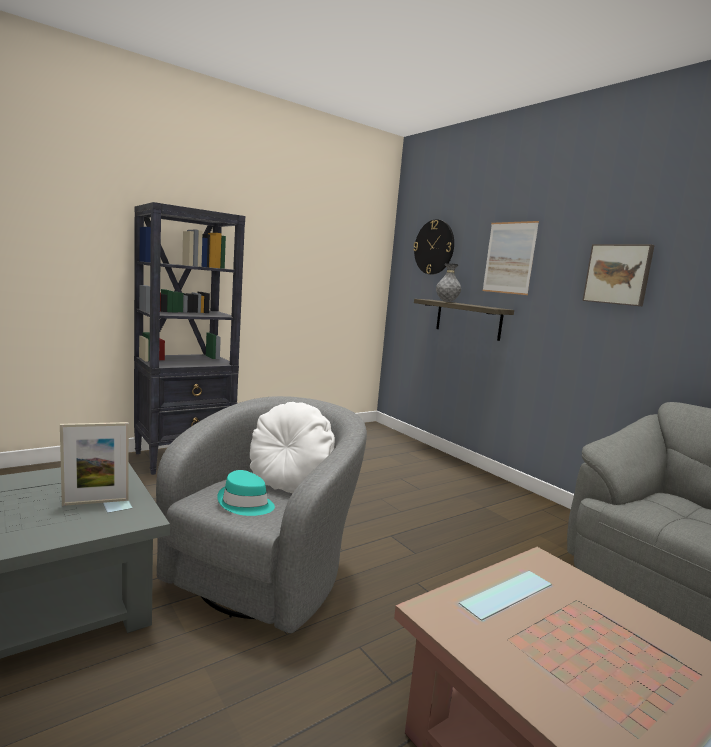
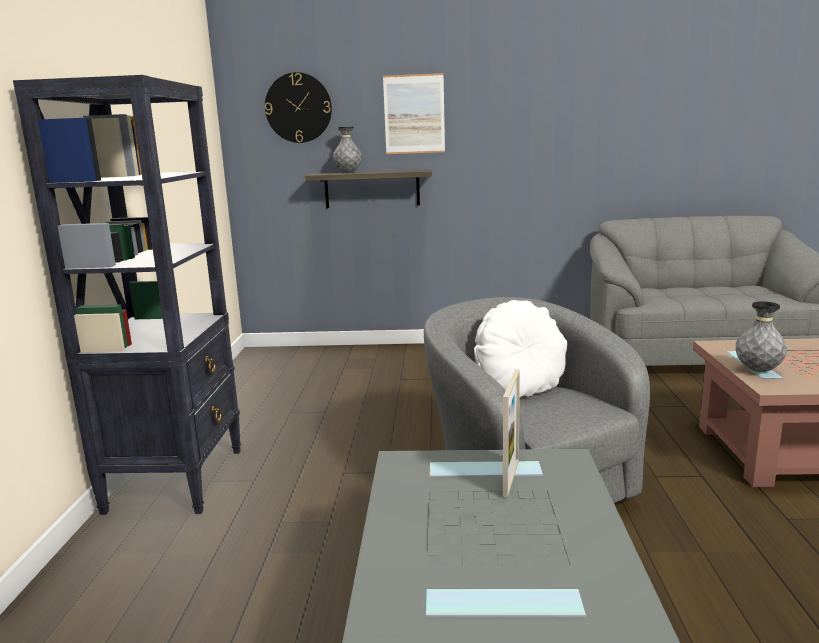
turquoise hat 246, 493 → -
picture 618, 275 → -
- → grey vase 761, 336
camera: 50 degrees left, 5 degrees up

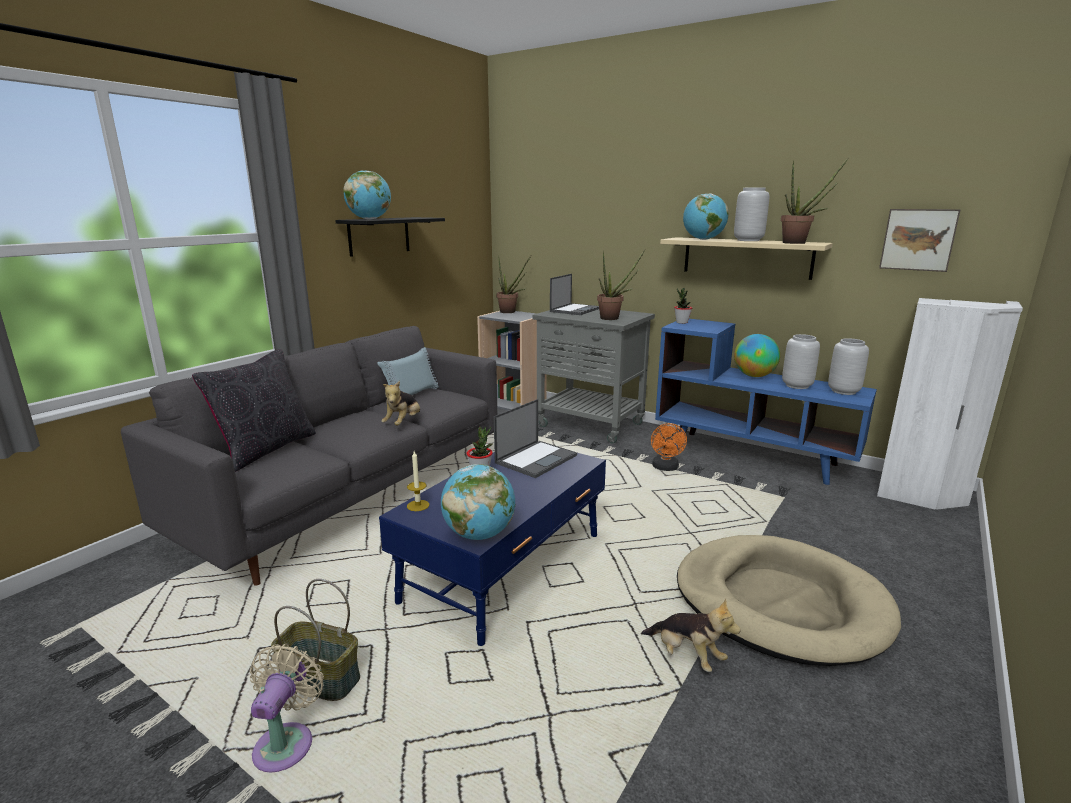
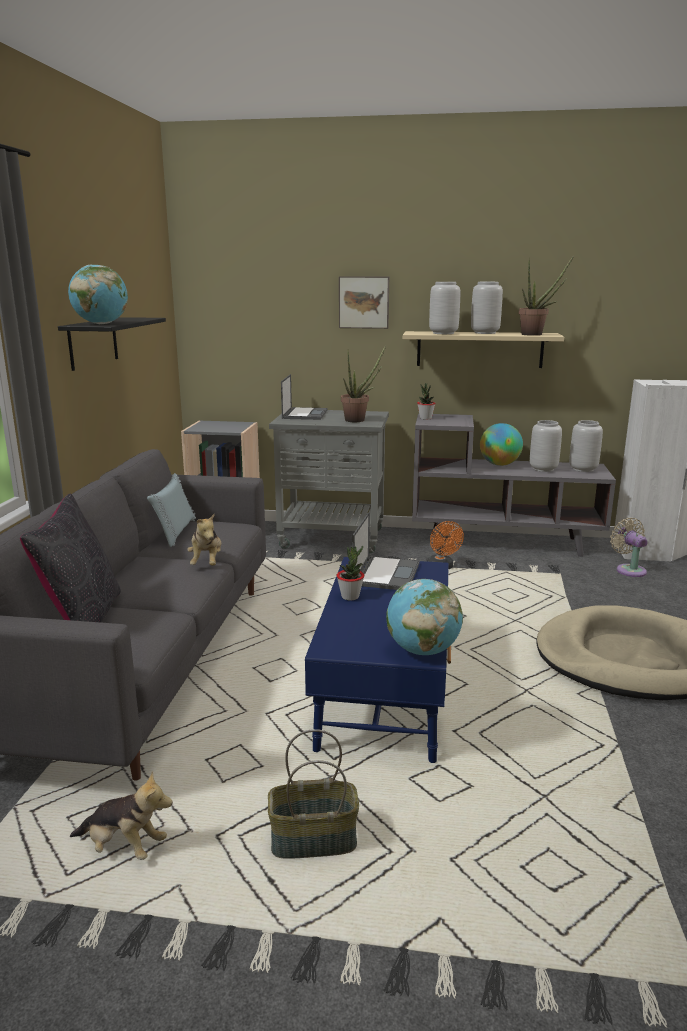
candle 418, 481 → -
potted plant 514, 284 → -
beige fan 287, 708 → beige fan 629, 547, move
plush toy 691, 635 → plush toy 121, 815, move
picture 919, 240 → picture 364, 302, move
globe 706, 216 → grey vase 444, 308
blue tv stand 766, 402 → grey tv stand 514, 485
camera: 25 degrees left, 0 degrees up

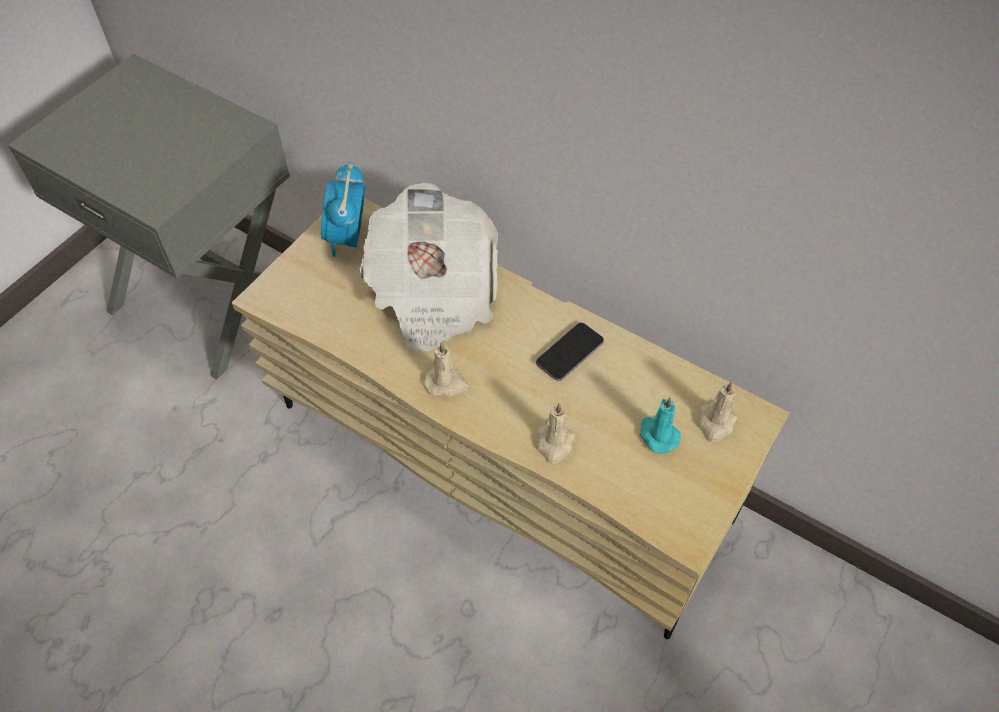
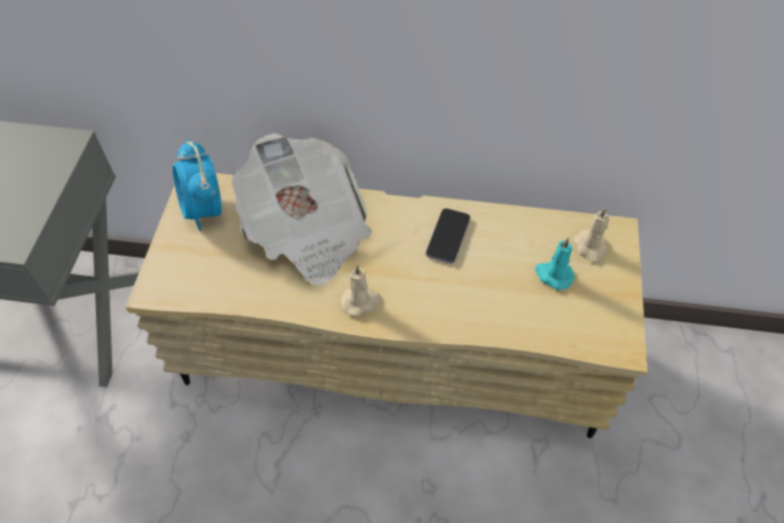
beige candle 556, 433 → -
camera: 25 degrees left, 0 degrees up

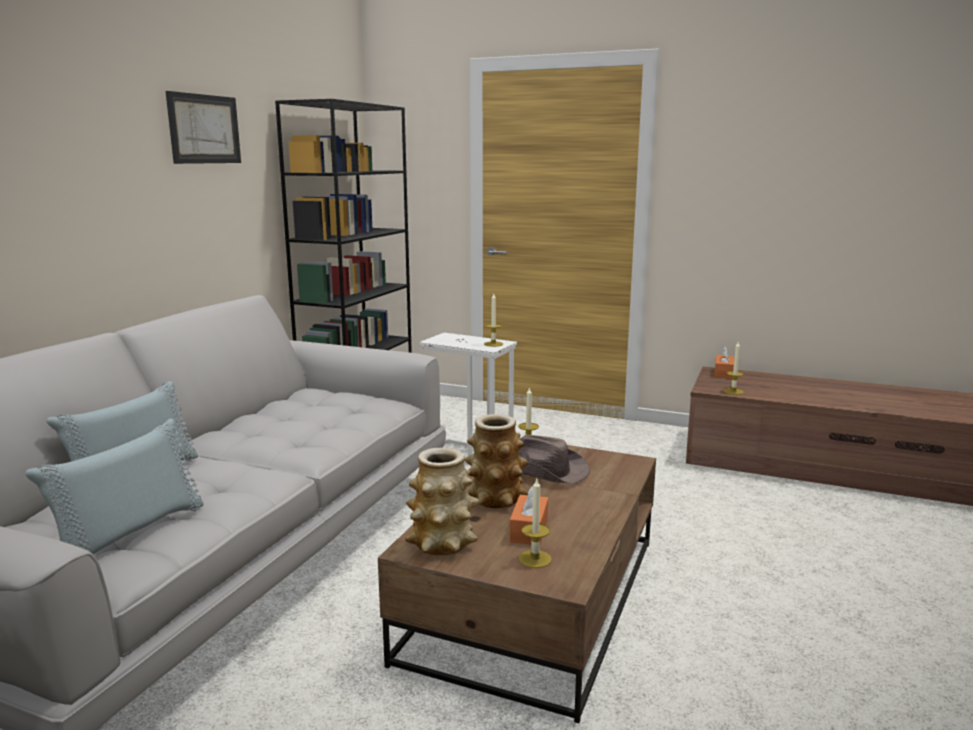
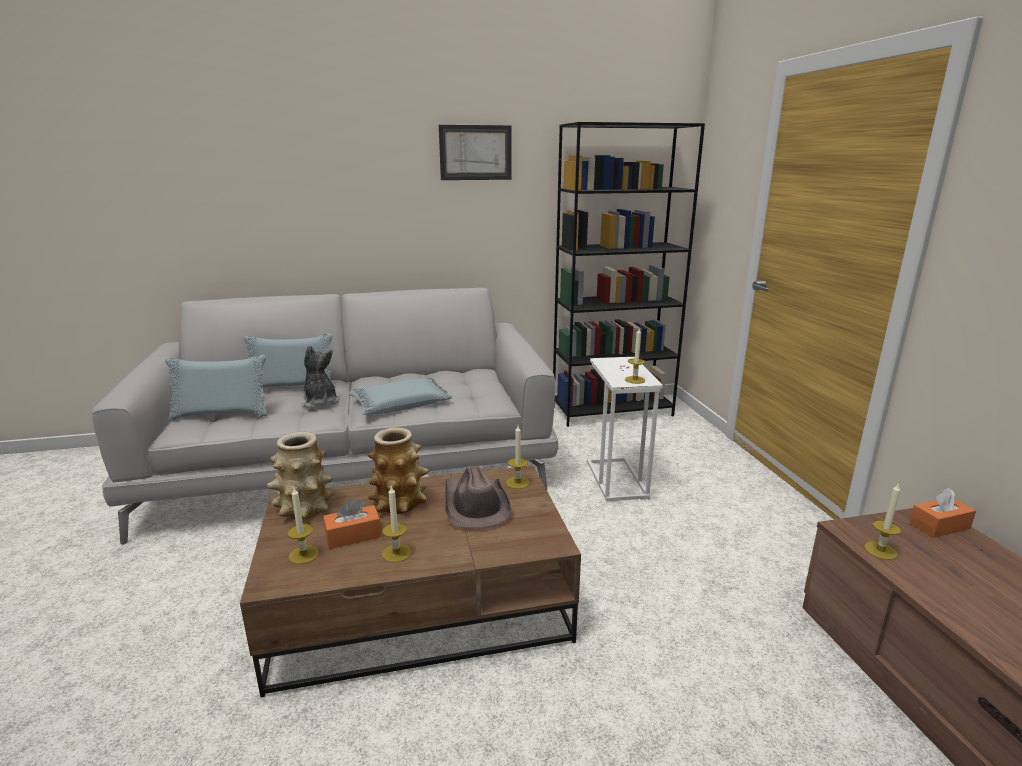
- → plush toy 320, 376
- → blue pillow 400, 396
- → candle 396, 524
camera: 55 degrees right, 5 degrees up

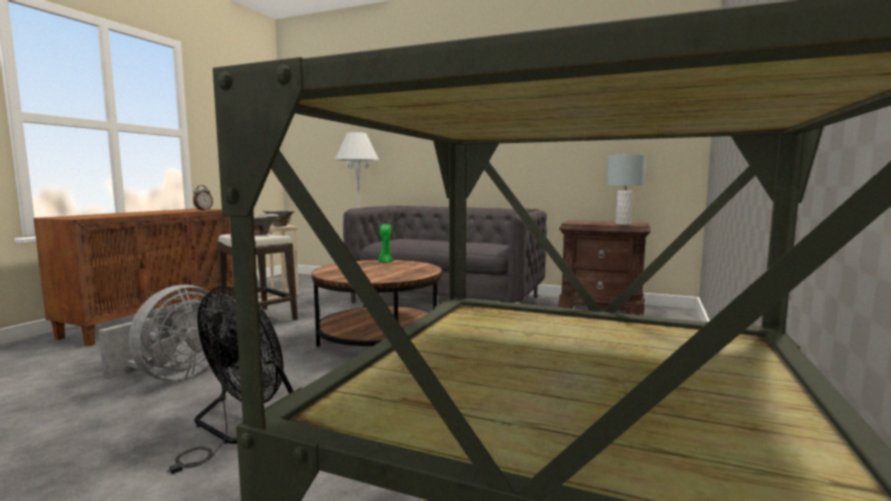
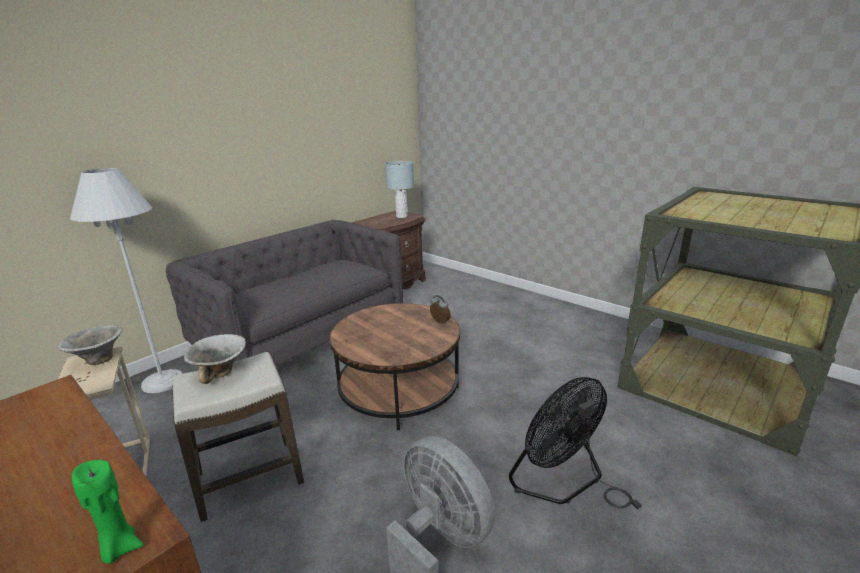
alarm clock 203, 198 → alarm clock 440, 309, move
green candle 385, 243 → green candle 107, 512, move
camera: 70 degrees left, 15 degrees up

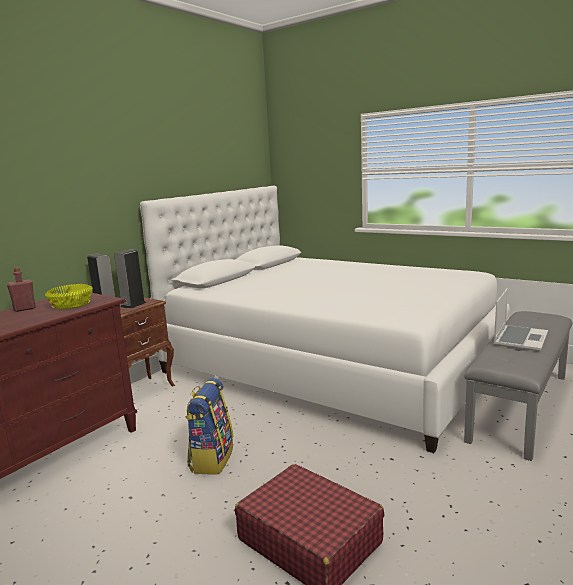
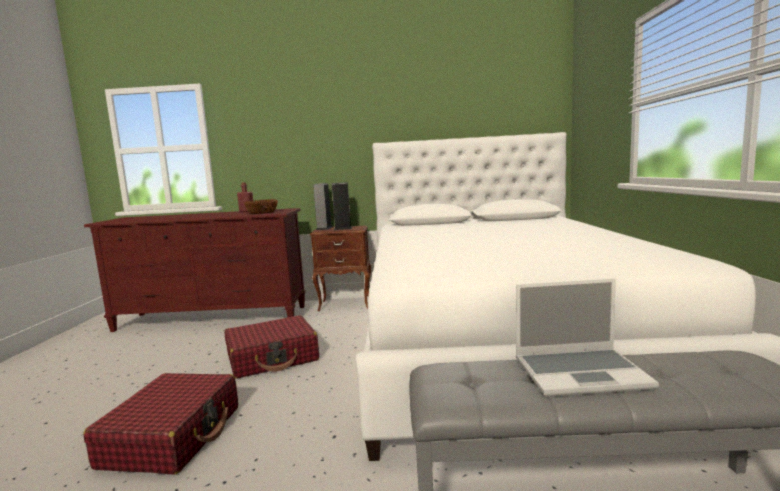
backpack 209, 426 → red suitcase 271, 347
yellow bowl 69, 296 → brown bowl 261, 206
camera: 55 degrees right, 5 degrees down

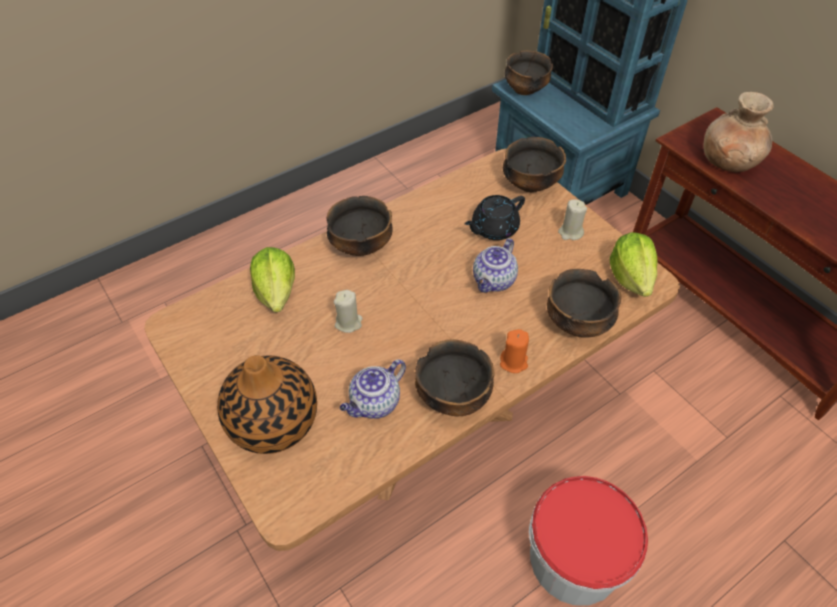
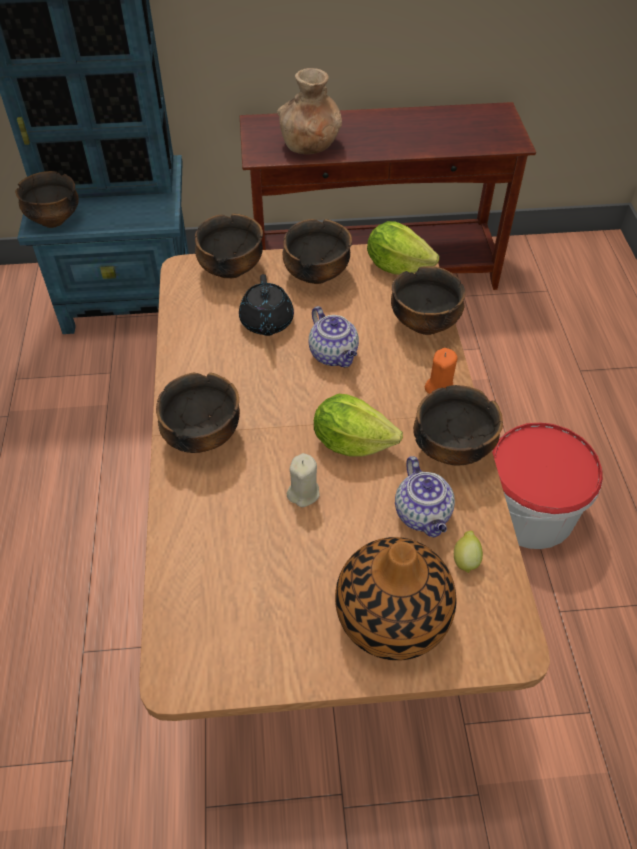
- → lemon 468, 551
lettuce 272, 280 → lettuce 358, 425, move
beige candle 572, 219 → bowl 317, 251
camera: 60 degrees left, 0 degrees up

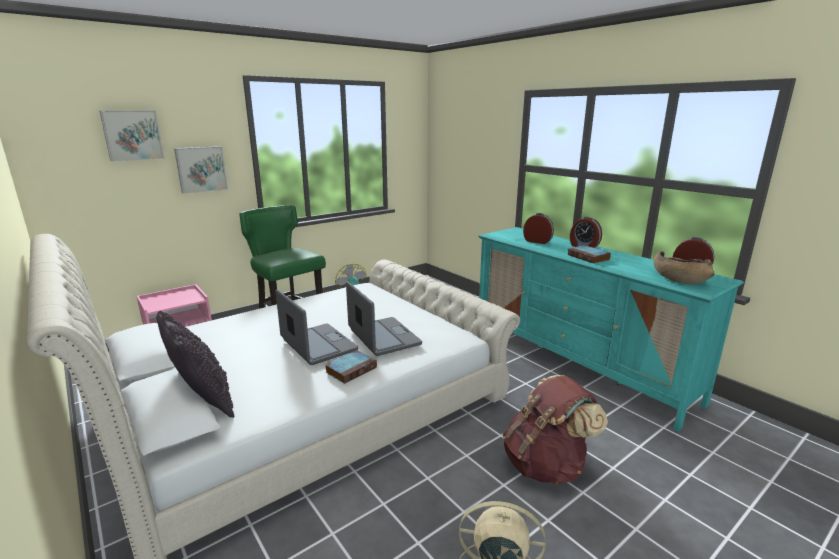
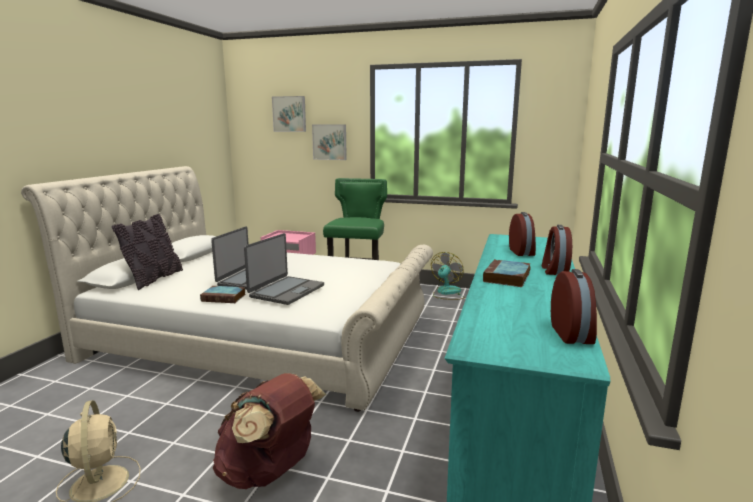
brown bowl 684, 267 → -
camera: 55 degrees right, 5 degrees down

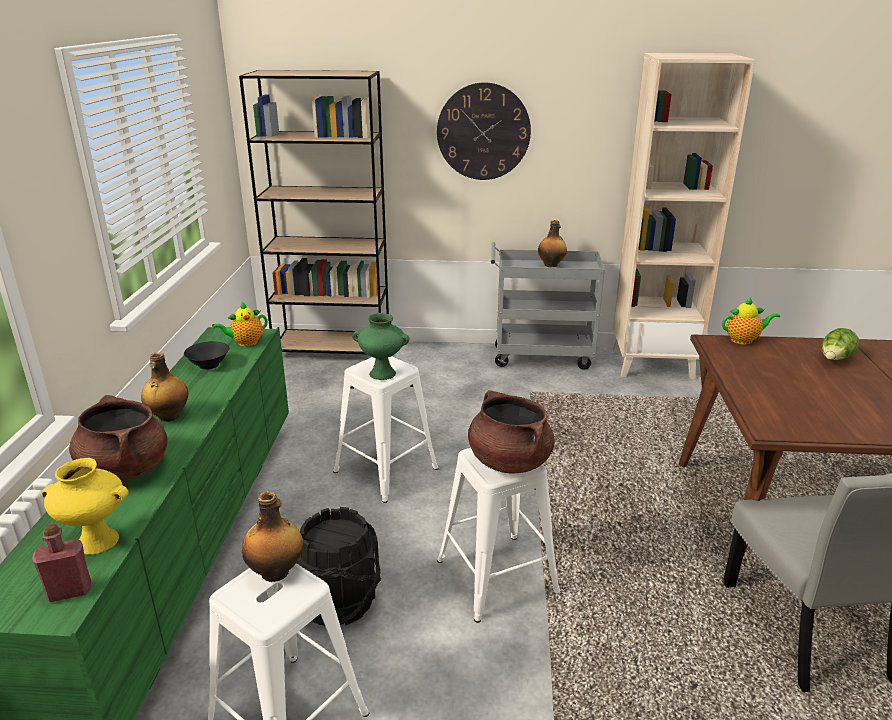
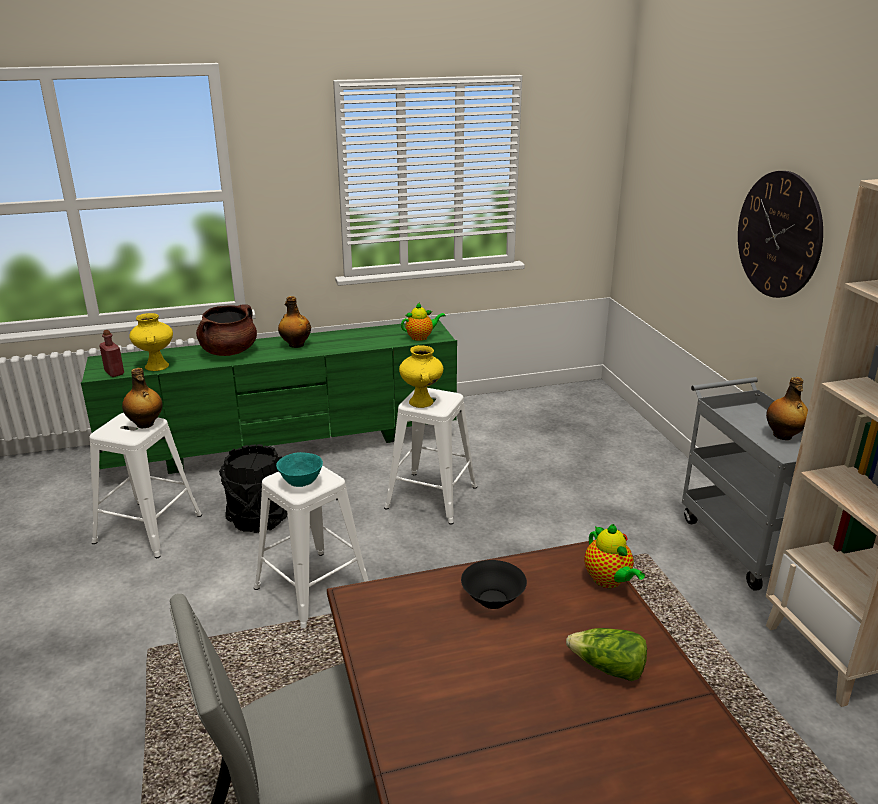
beige bookcase 314, 212 → -
black bowl 206, 355 → black bowl 494, 584, move
brown cooking pot 511, 431 → turquoise bowl 299, 469
green vase 381, 346 → yellow vase 421, 376
teapot 239, 324 → teapot 423, 321, 120 degrees clockwise
camera: 70 degrees right, 0 degrees up

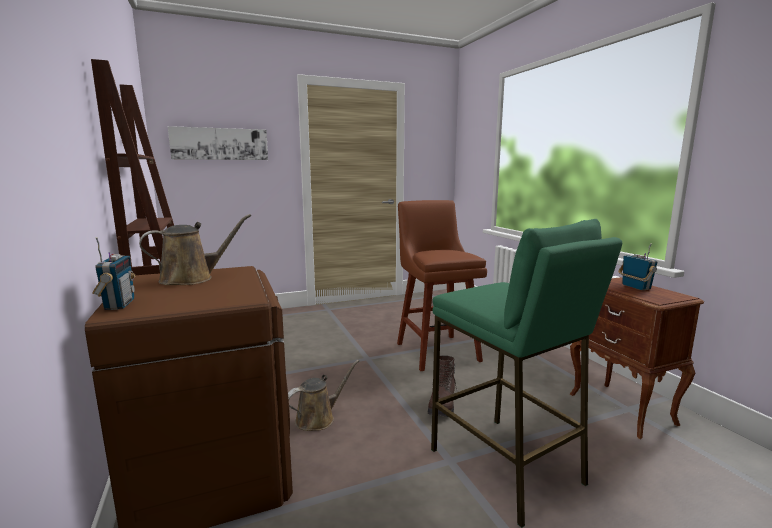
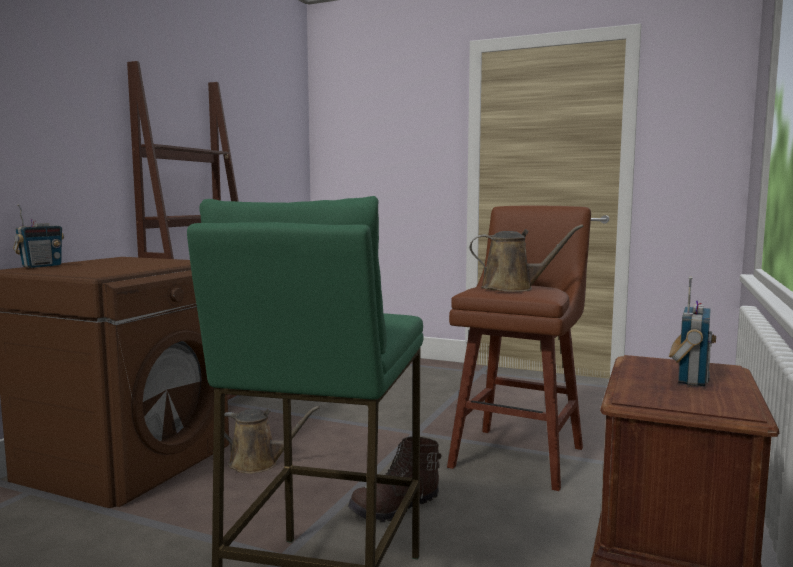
picture 218, 143 → -
brown watering can 195, 249 → brown watering can 526, 258, move
camera: 45 degrees right, 5 degrees down

